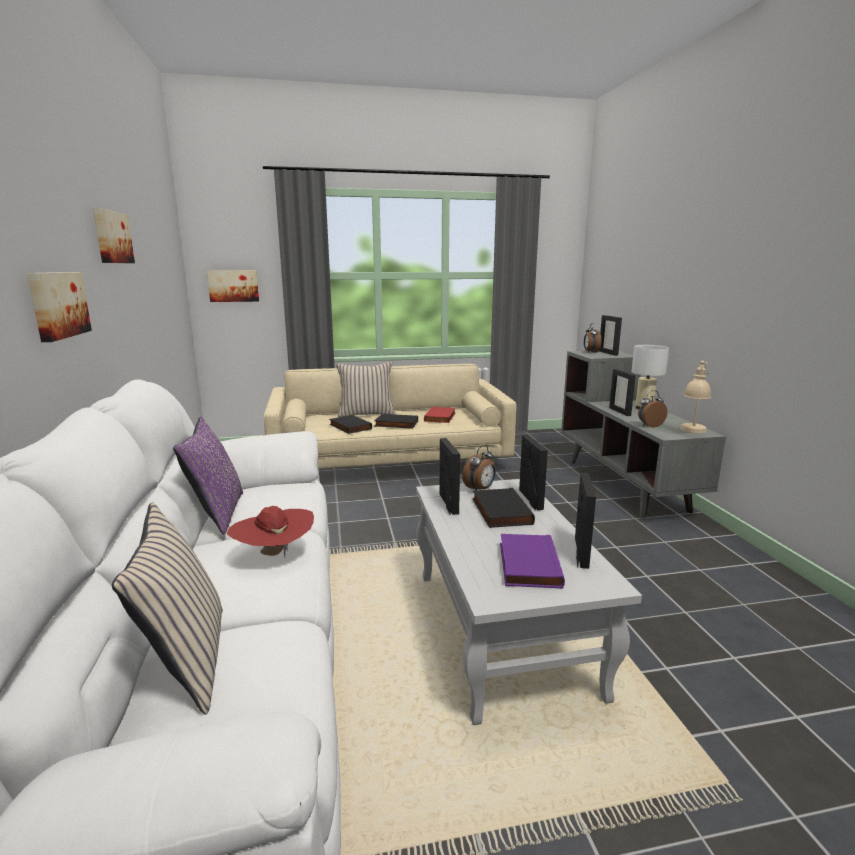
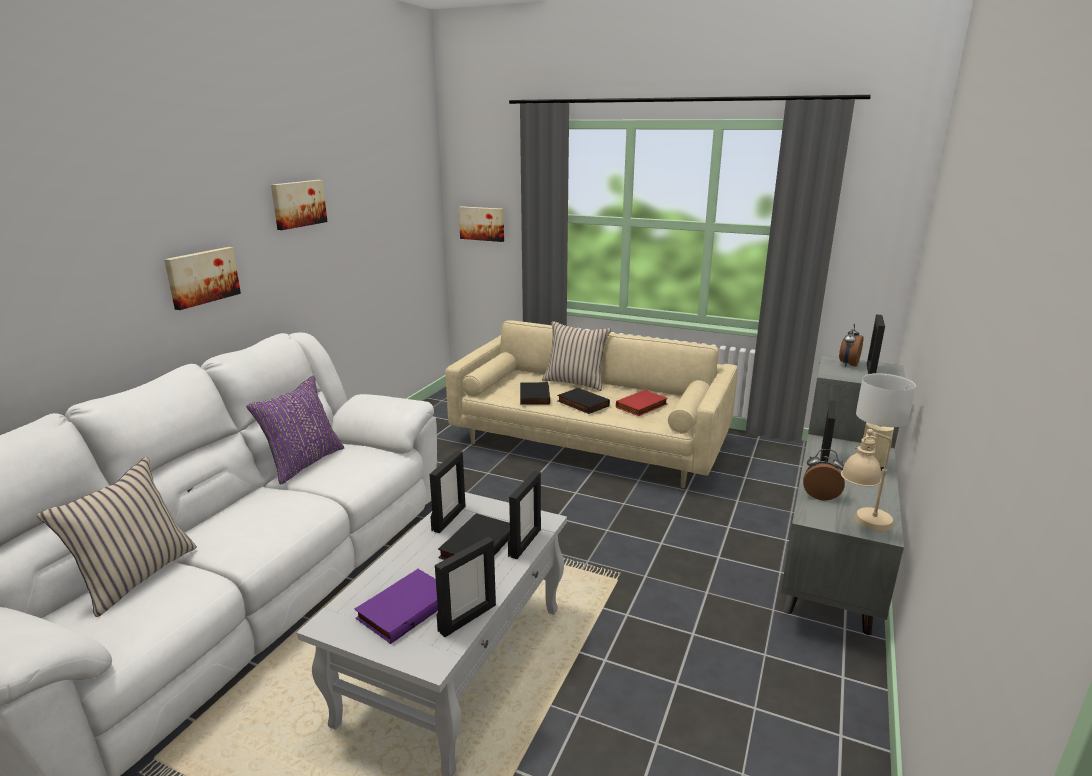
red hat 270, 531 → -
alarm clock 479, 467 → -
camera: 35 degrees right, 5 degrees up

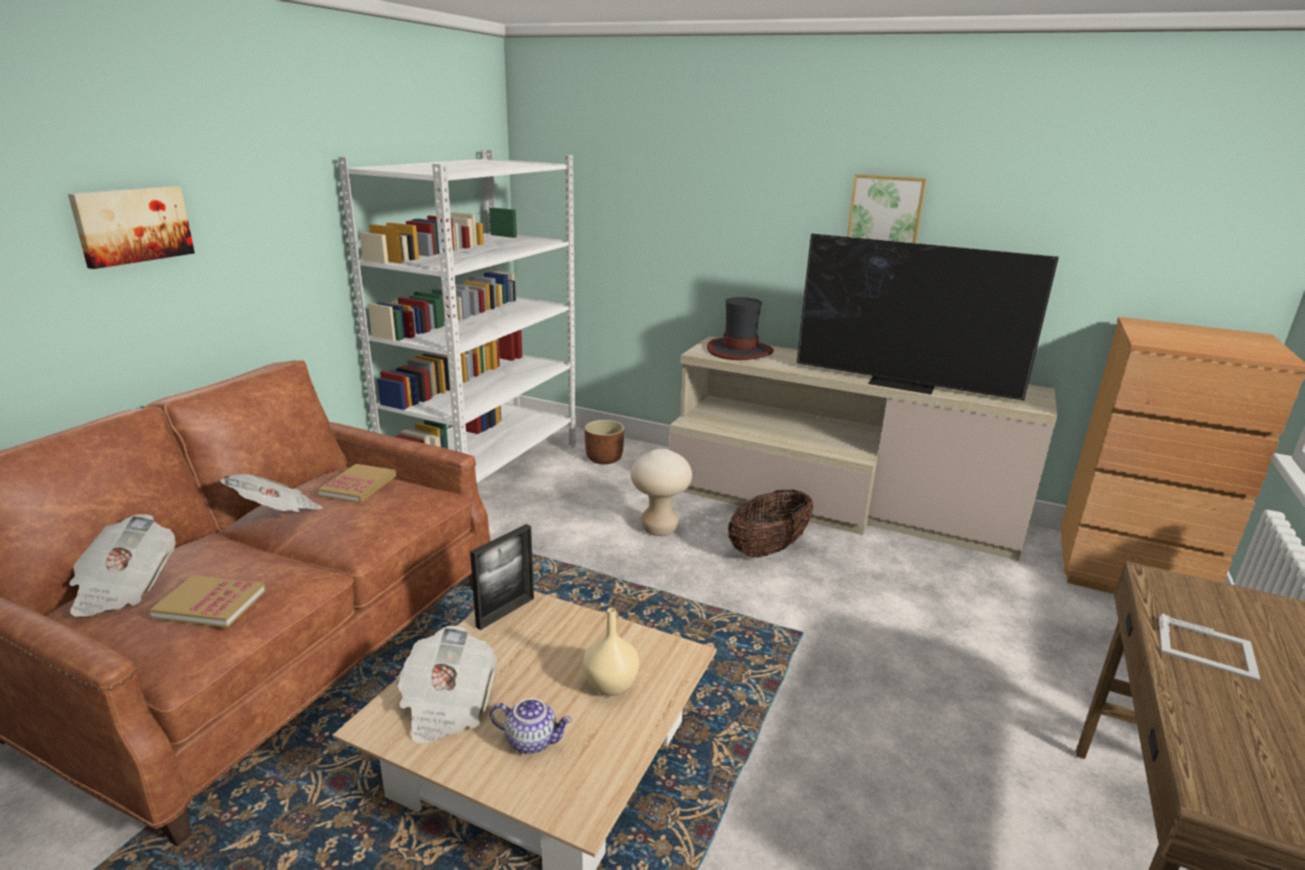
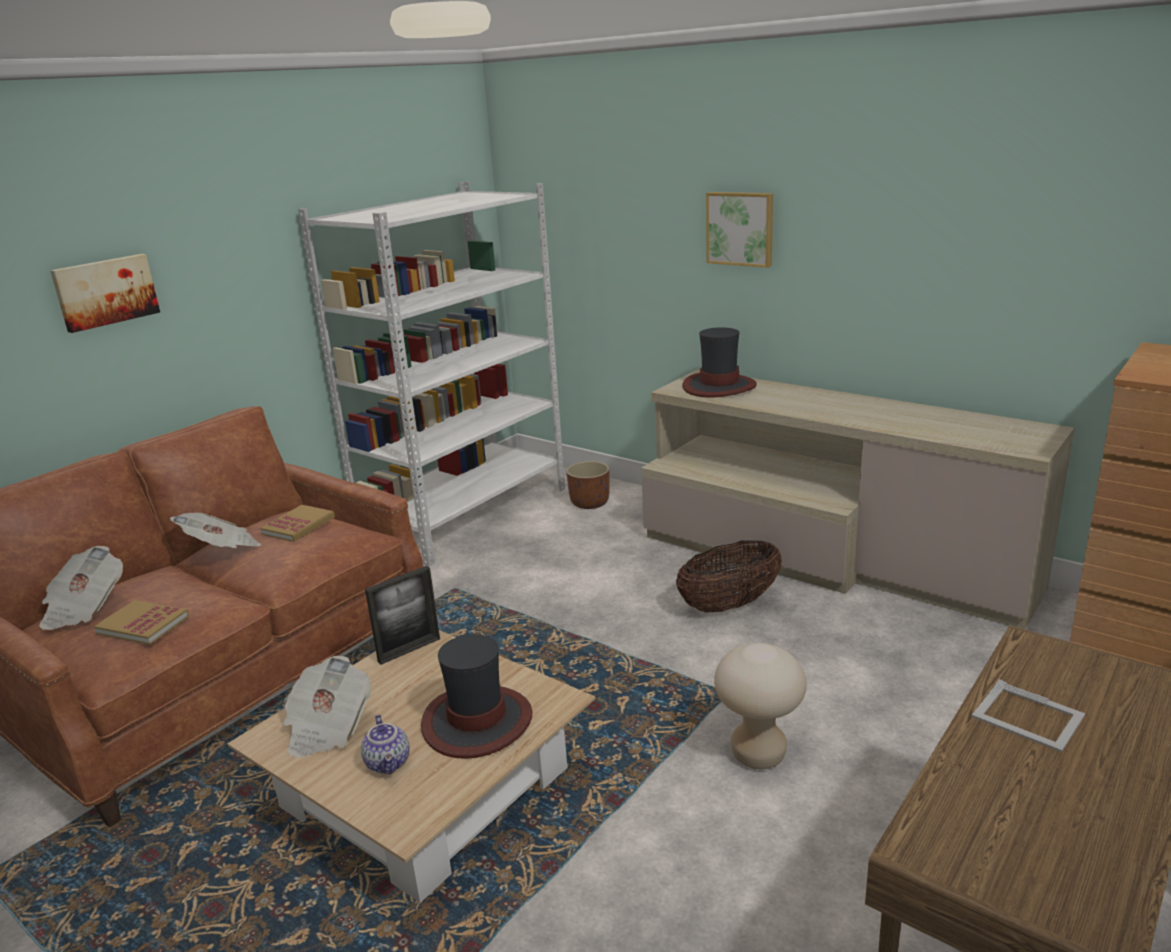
television 928, 317 → -
beige stool 661, 492 → beige stool 760, 706, move
picture 887, 208 → picture 739, 230, move
beige vase 611, 652 → hat 477, 696
teapot 531, 726 → teapot 385, 744, 45 degrees clockwise
camera: 15 degrees right, 0 degrees up

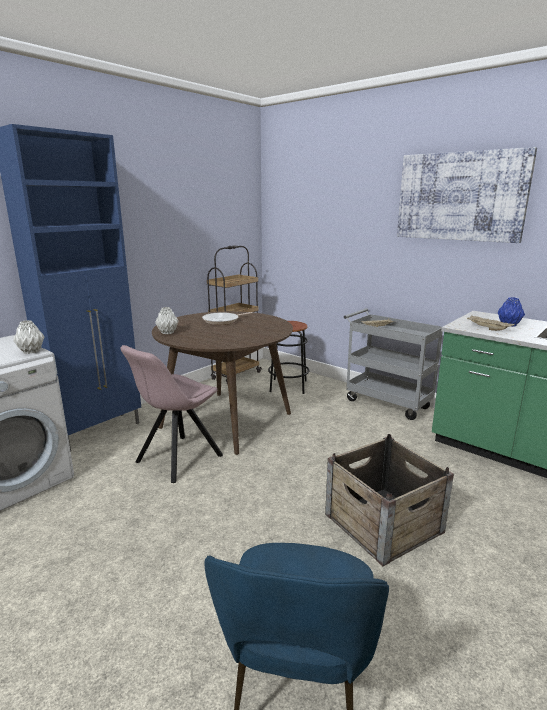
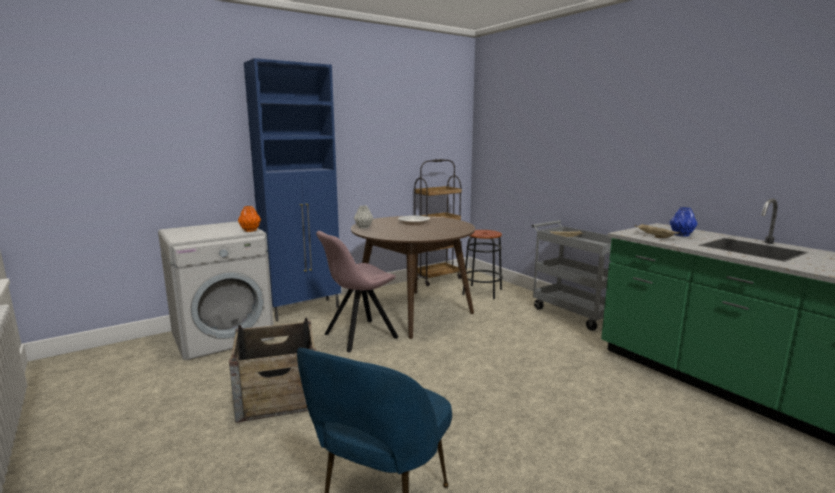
picture 467, 195 → -
crate 389, 500 → crate 272, 370, move
grey vase 29, 337 → orange vase 249, 219
camera: 15 degrees right, 5 degrees down

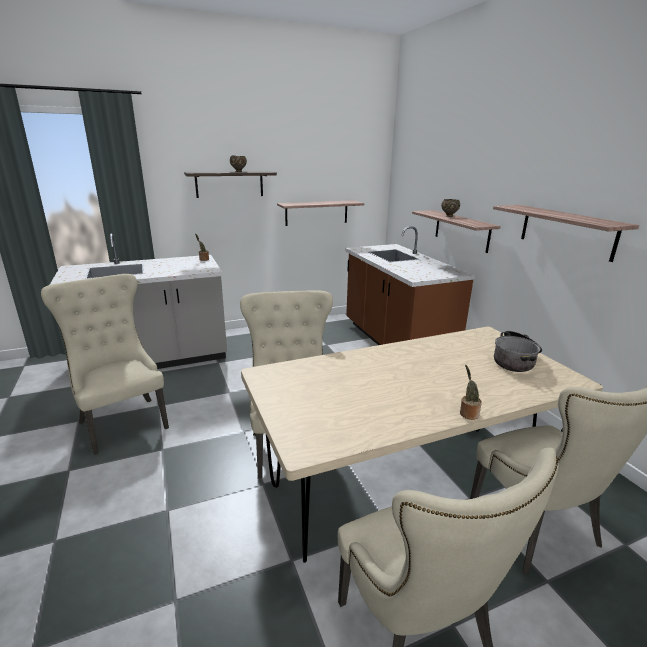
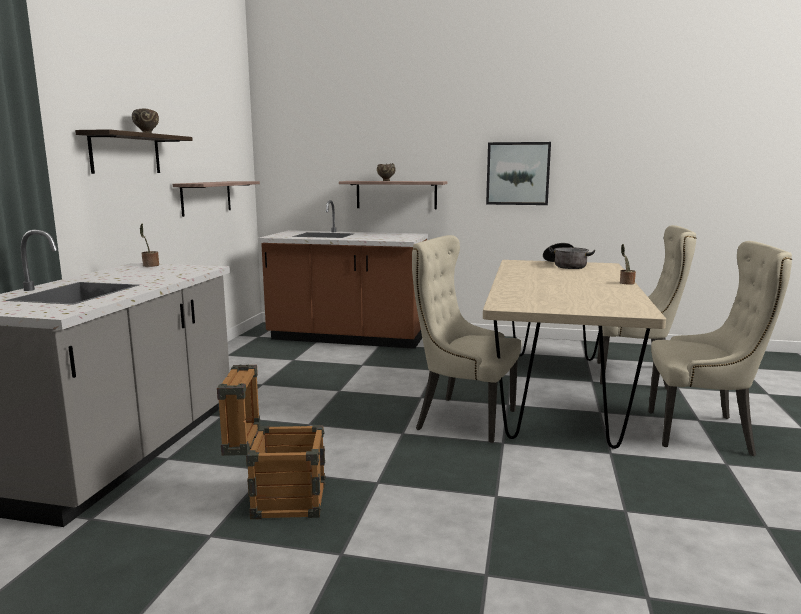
beige chair 105, 364 → crate 271, 441
shelf 566, 233 → picture 518, 173
camera: 55 degrees left, 10 degrees down

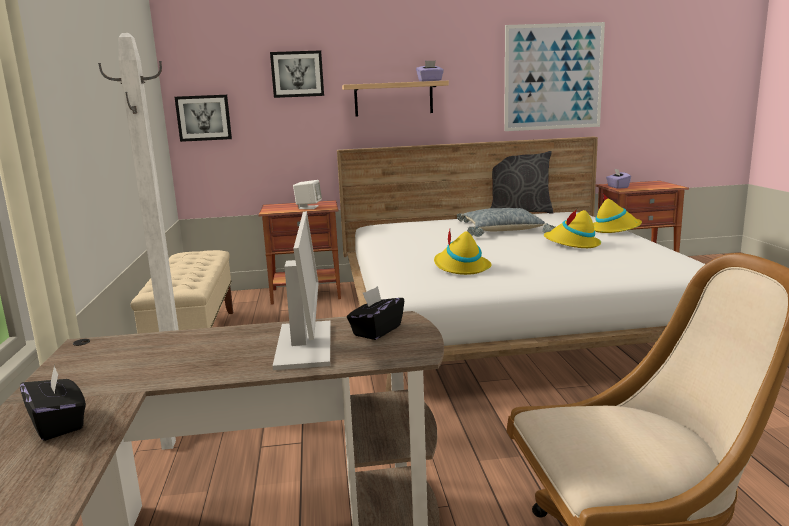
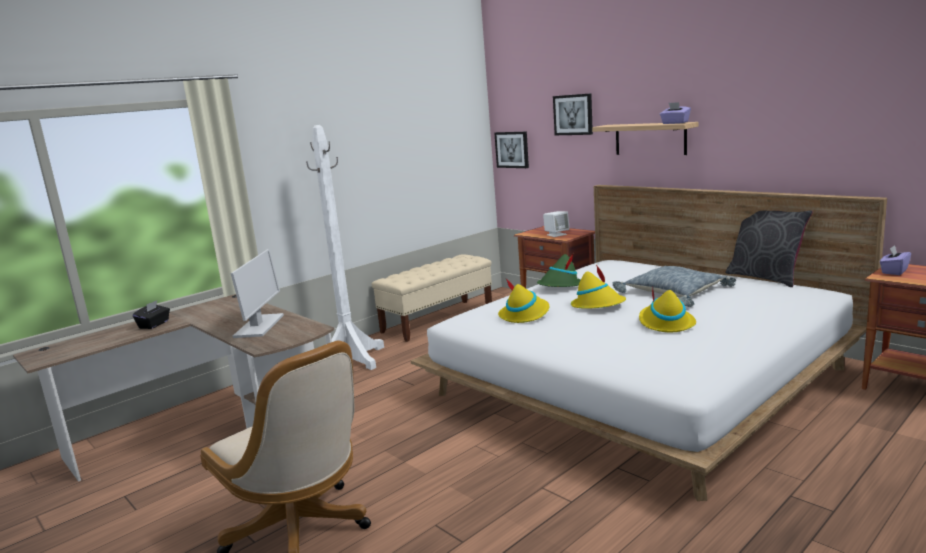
black tissue box 375, 313 → -
picture 554, 76 → -
- → green hat 559, 270
yellow hat 617, 213 → yellow hat 598, 286, move
monitor 302, 290 → monitor 257, 293, 45 degrees counterclockwise
camera: 55 degrees right, 0 degrees up

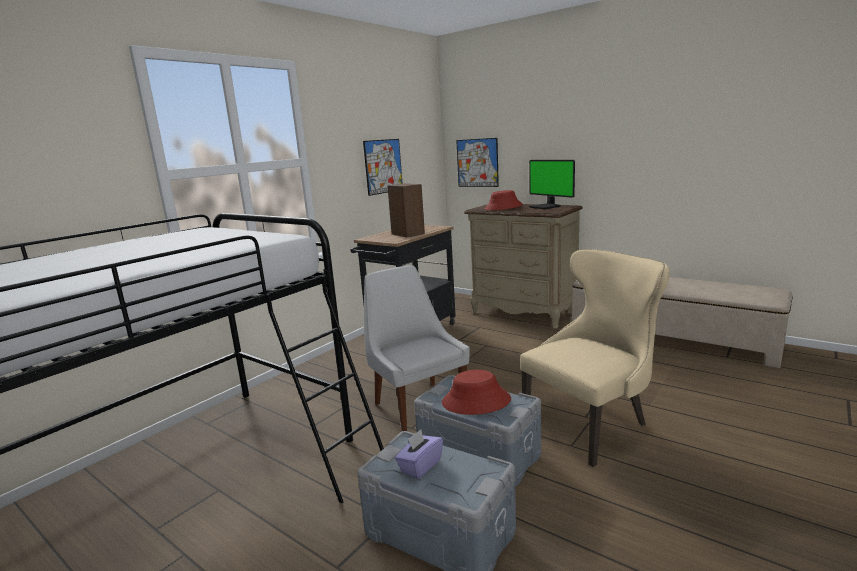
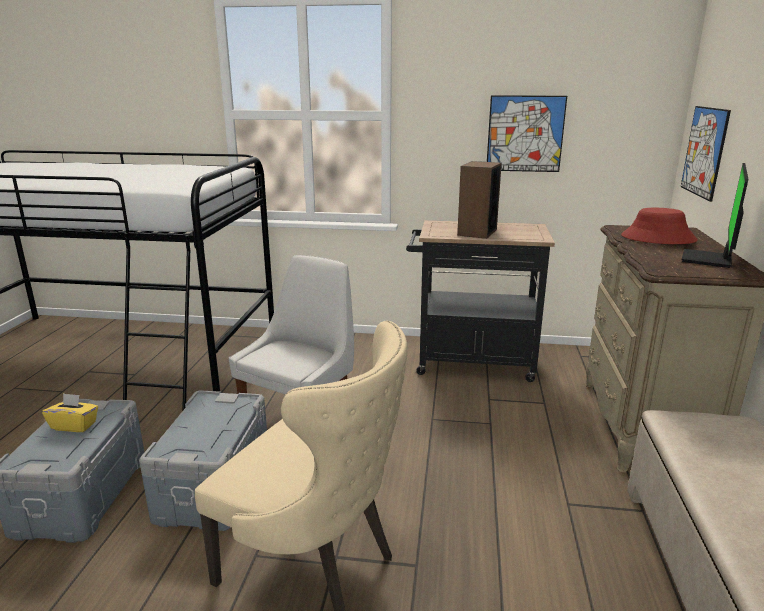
red hat 476, 392 → -
purple tissue box 419, 454 → yellow tissue box 70, 412
camera: 60 degrees right, 5 degrees up

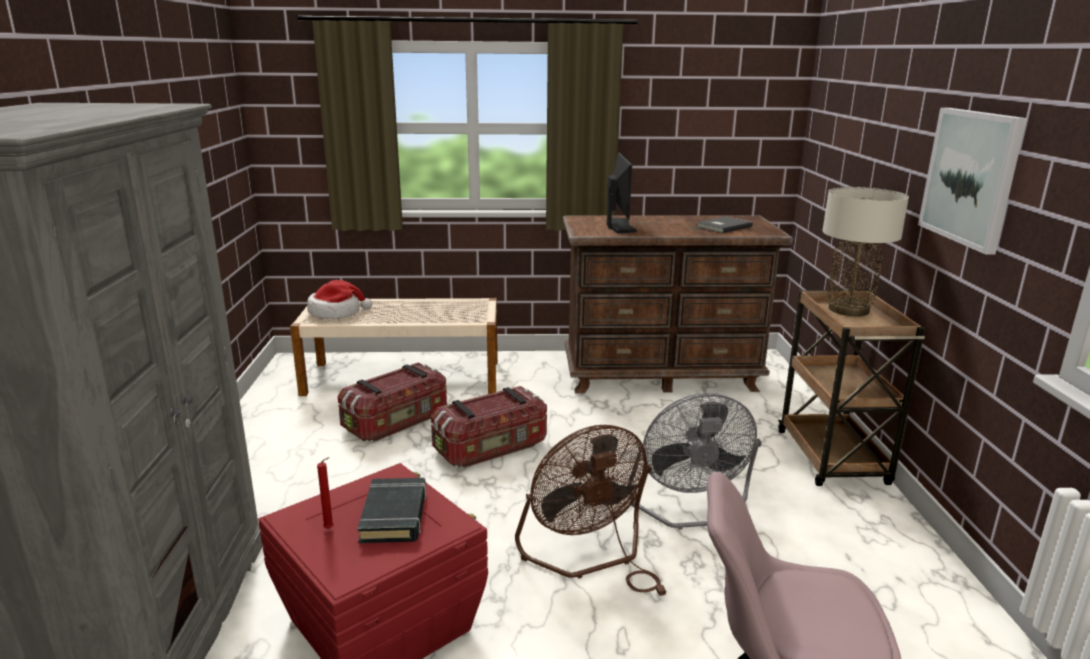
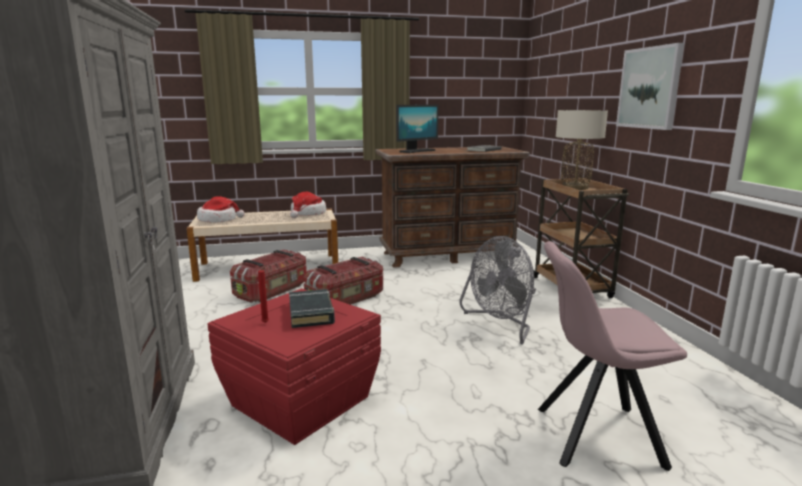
brown fan 590, 510 → -
- → hat 308, 205
monitor 622, 193 → monitor 417, 128, 60 degrees clockwise
grey fan 695, 461 → grey fan 497, 290, 105 degrees counterclockwise
camera: 10 degrees left, 5 degrees down

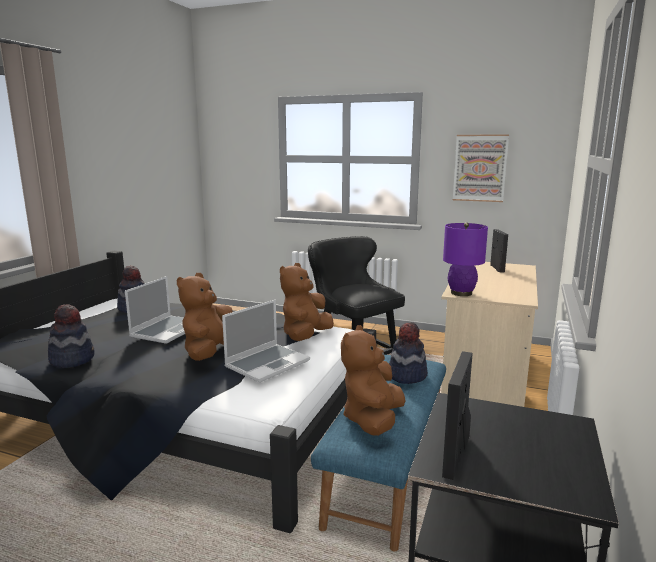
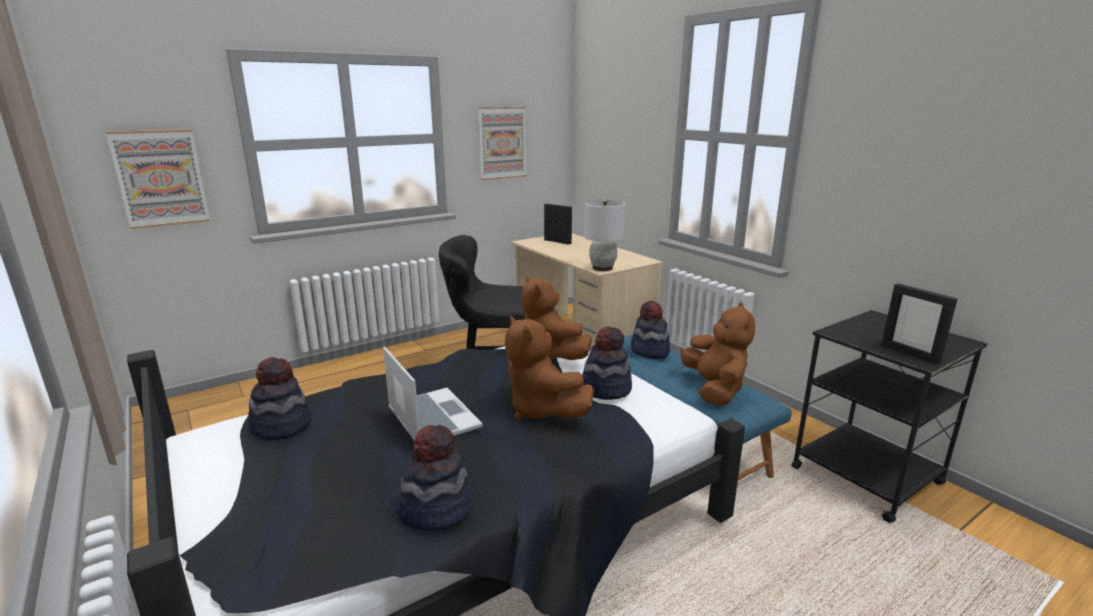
- → picture 158, 179
laptop 266, 341 → hat 607, 363
purple table lamp 465, 259 → white table lamp 604, 235
brown plush toy 373, 380 → brown plush toy 718, 354, 150 degrees counterclockwise
camera: 55 degrees left, 5 degrees up

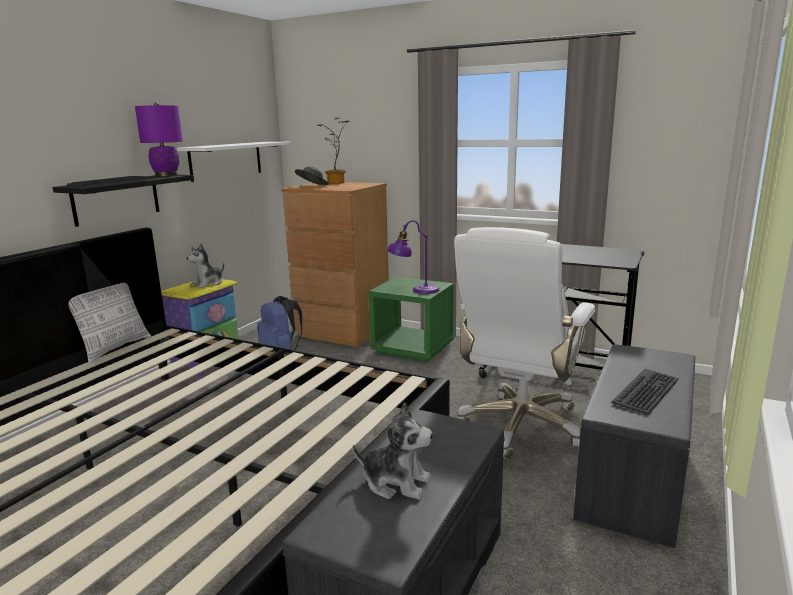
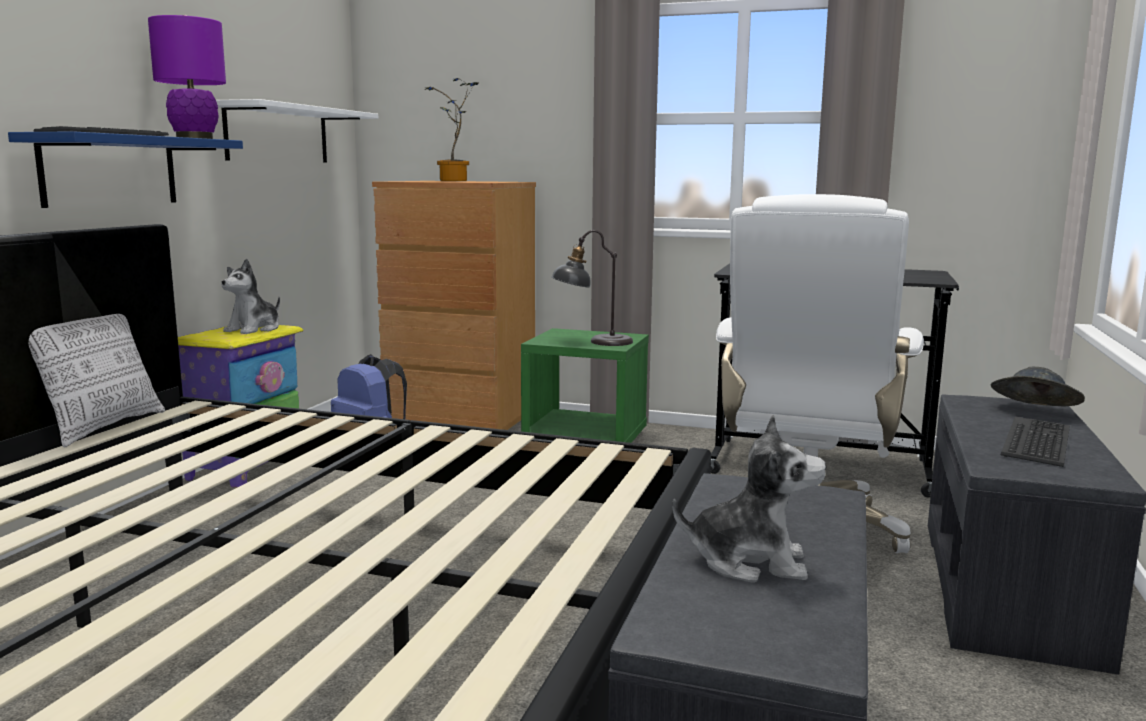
grey hat 311, 176 → grey hat 1038, 386, move
black shelf 123, 201 → blue shelf 125, 169
purple table lamp 413, 257 → grey table lamp 592, 288
camera: 10 degrees left, 5 degrees down

